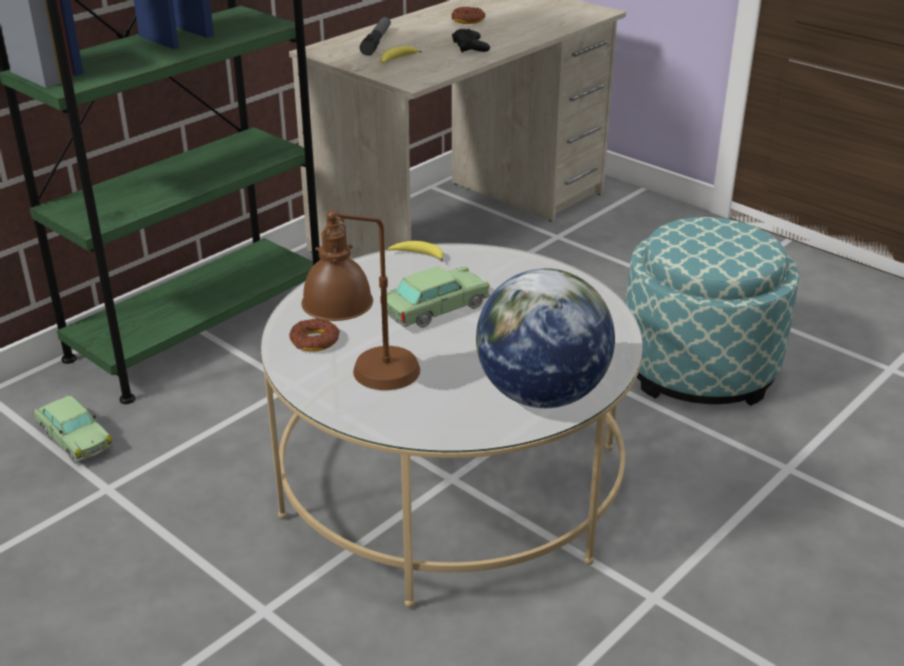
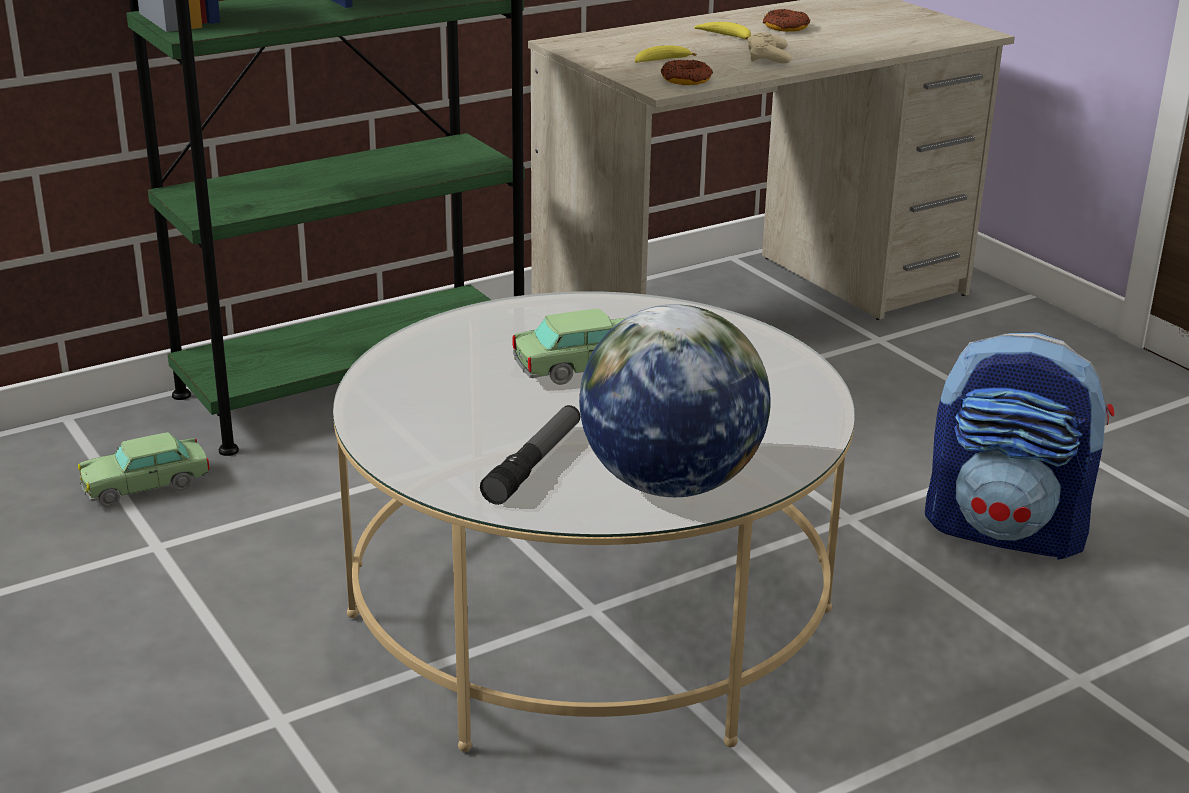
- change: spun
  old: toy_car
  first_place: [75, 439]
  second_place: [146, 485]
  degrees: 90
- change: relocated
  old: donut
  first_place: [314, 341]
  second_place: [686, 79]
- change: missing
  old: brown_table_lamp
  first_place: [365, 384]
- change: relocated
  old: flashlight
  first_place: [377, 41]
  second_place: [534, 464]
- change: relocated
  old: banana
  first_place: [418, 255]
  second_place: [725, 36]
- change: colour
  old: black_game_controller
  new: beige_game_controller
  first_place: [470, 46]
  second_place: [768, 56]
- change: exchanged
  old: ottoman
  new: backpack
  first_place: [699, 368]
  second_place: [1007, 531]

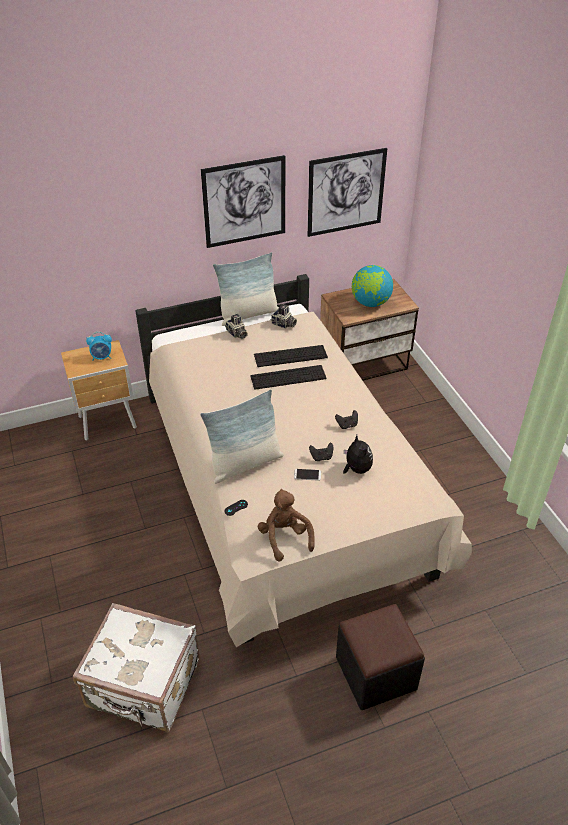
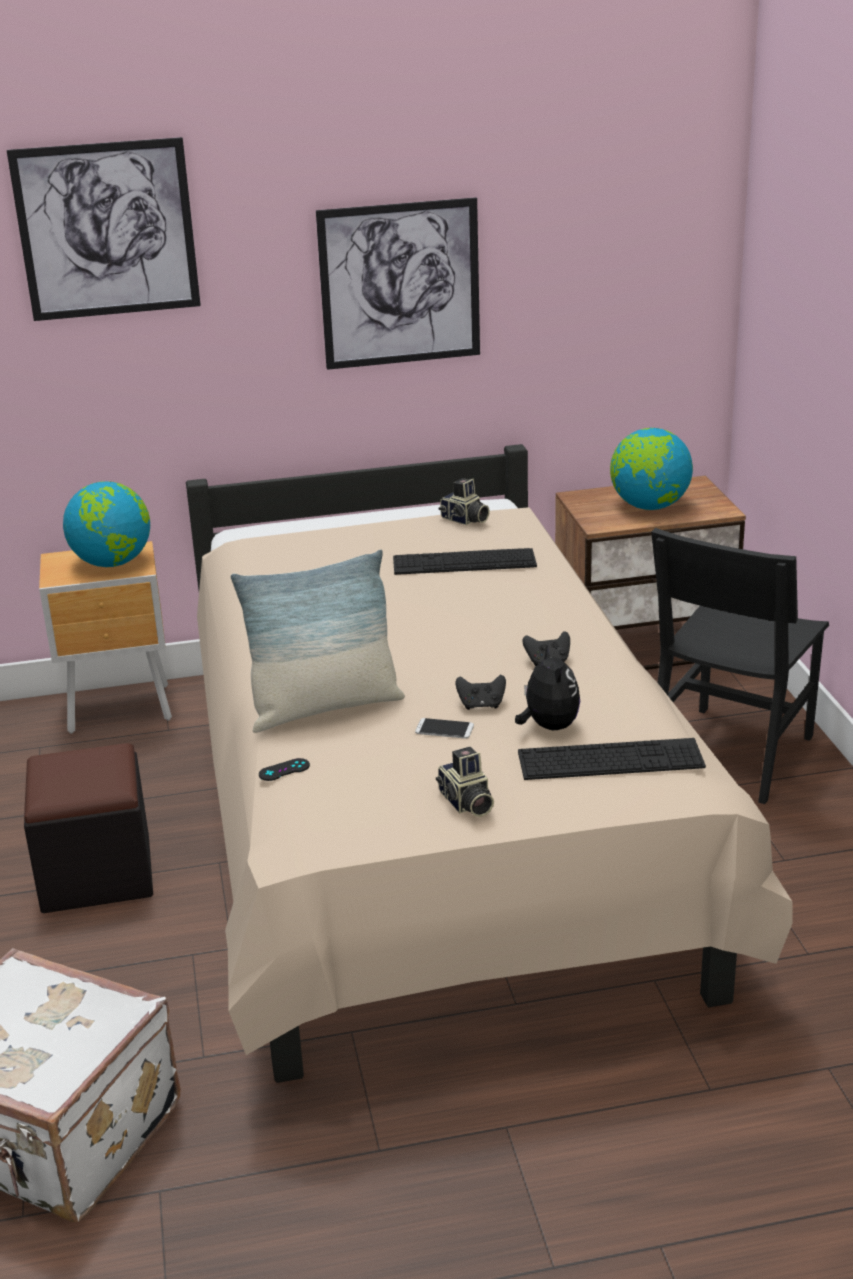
- change: exchanged
  old: alarm_clock
  new: globe
  first_place: [102, 357]
  second_place: [113, 563]
- change: missing
  old: pillow
  first_place: [248, 314]
- change: relocated
  old: photo_camera
  first_place: [236, 334]
  second_place: [466, 803]
- change: relocated
  old: keyboard
  first_place: [288, 377]
  second_place: [610, 760]
- change: missing
  old: brown_plush_toy
  first_place: [285, 537]
- change: relocated
  old: picture
  first_place: [346, 192]
  second_place: [106, 230]
- change: relocated
  old: black_ottoman
  first_place: [376, 673]
  second_place: [96, 873]
- change: appeared
  new: black_chair
  second_place: [731, 753]

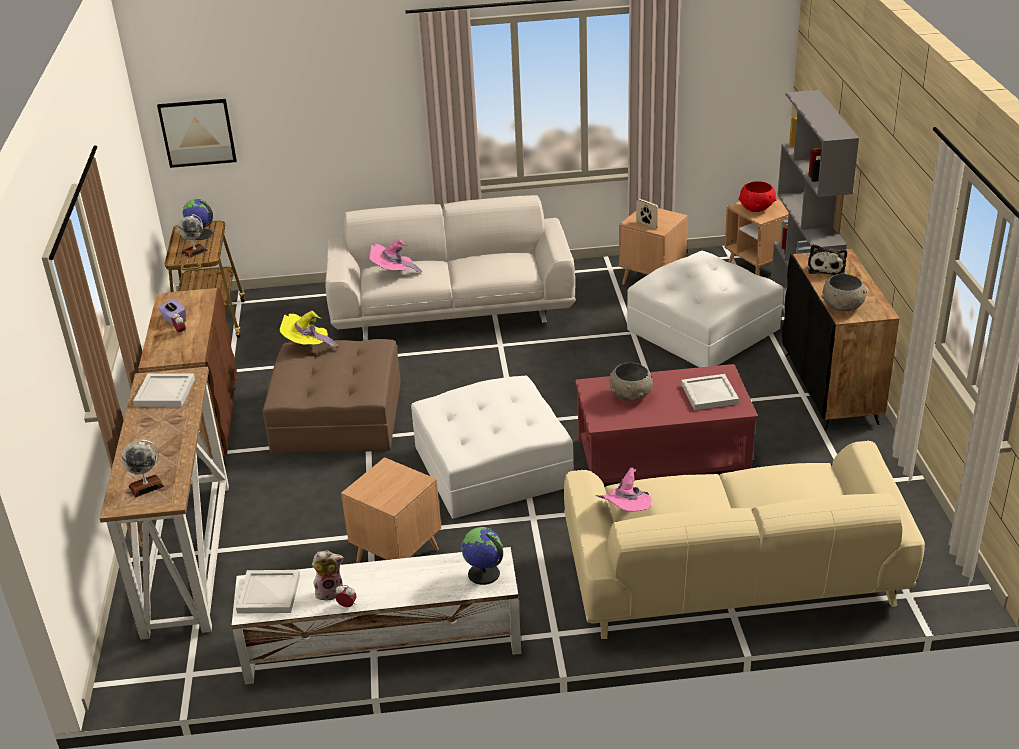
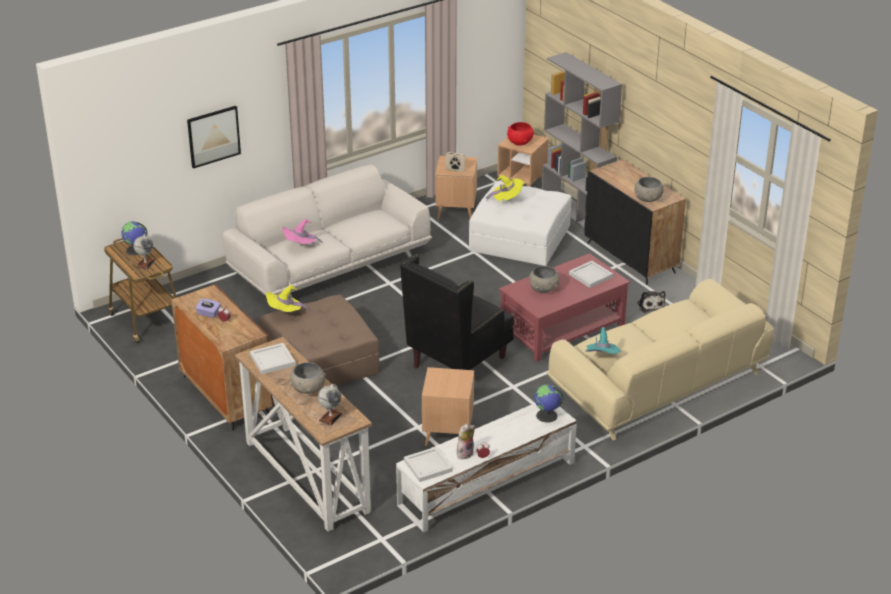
- change: relocated
  old: picture
  first_place: [197, 132]
  second_place: [213, 136]
- change: exchanged
  old: white_ottoman
  new: black_armchair
  first_place: [492, 465]
  second_place: [458, 363]
- change: colour
  old: pink_hat
  new: turquoise_hat
  first_place: [626, 514]
  second_place: [602, 359]
- change: relocated
  old: plush_toy
  first_place: [826, 268]
  second_place: [650, 305]
- change: appeared
  new: grey_bowl
  second_place: [308, 389]
- change: appeared
  new: yellow_hat
  second_place: [507, 199]

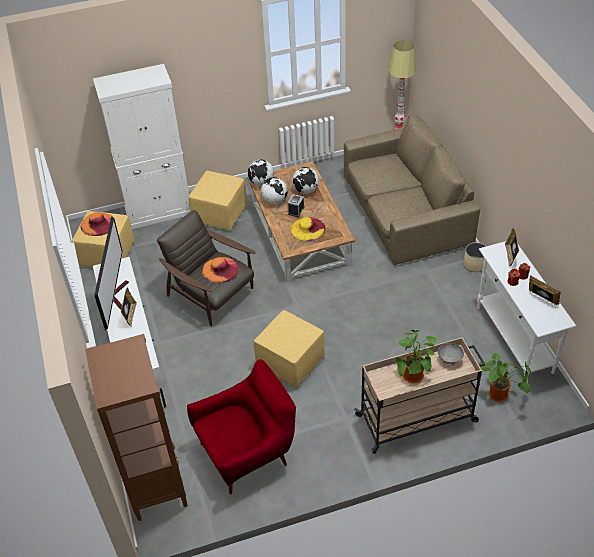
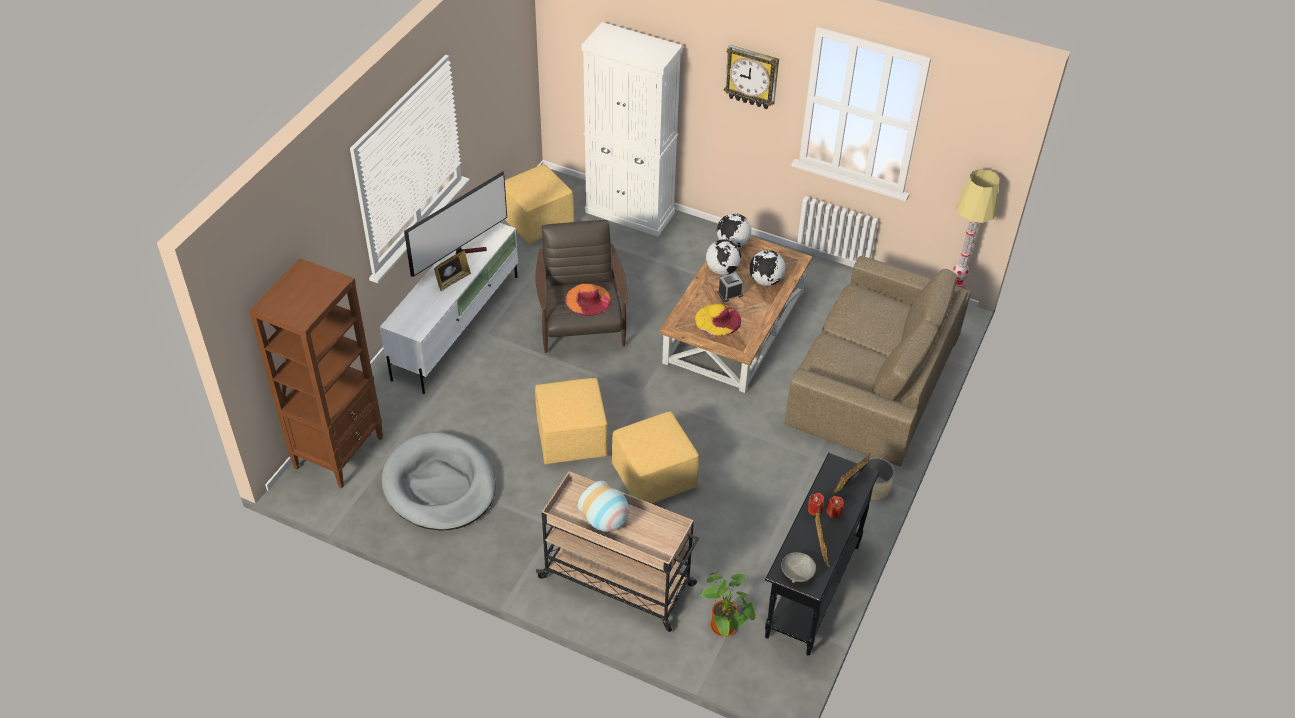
- change: missing
  old: orange_hat
  first_place: [98, 224]
- change: exchanged
  old: red_armchair
  new: grey_dog_bed
  first_place: [247, 452]
  second_place: [439, 485]
- change: relocated
  old: yellow_ottoman
  first_place: [220, 215]
  second_place: [654, 478]
- change: exchanged
  old: potted_plant
  new: vase
  first_place: [414, 378]
  second_place: [606, 521]
- change: relocated
  old: grey_bowl
  first_place: [450, 359]
  second_place: [798, 574]
- change: colour
  old: white_console_table
  new: black_console_table
  first_place: [514, 340]
  second_place: [812, 591]
- change: appeared
  new: wall_clock
  second_place: [752, 76]

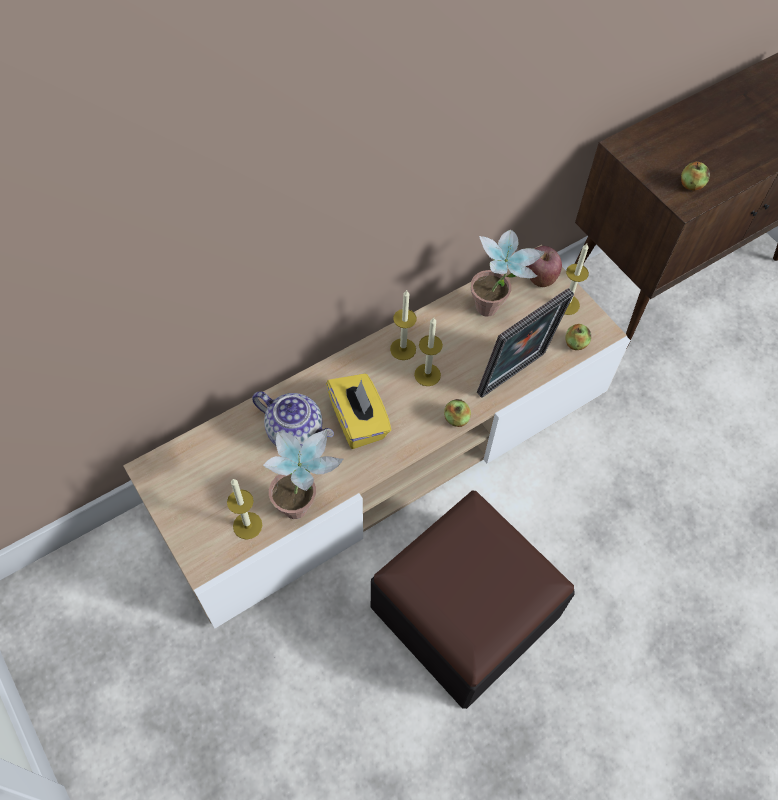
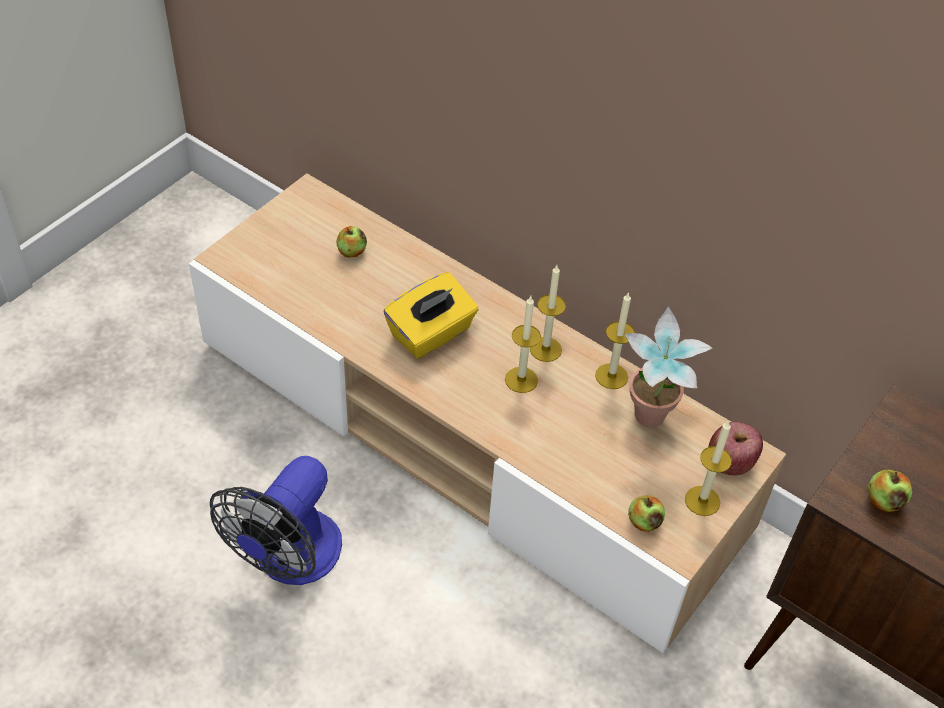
- change: relocated
  old: candle
  first_place: [247, 525]
  second_place: [611, 376]
- change: missing
  old: teapot
  first_place: [296, 432]
- change: missing
  old: potted_plant
  first_place: [305, 504]
- change: exchanged
  old: ottoman
  new: fan
  first_place: [464, 611]
  second_place: [290, 560]
- change: relocated
  old: apple
  first_place: [456, 419]
  second_place: [351, 251]
- change: missing
  old: picture_frame
  first_place: [514, 377]

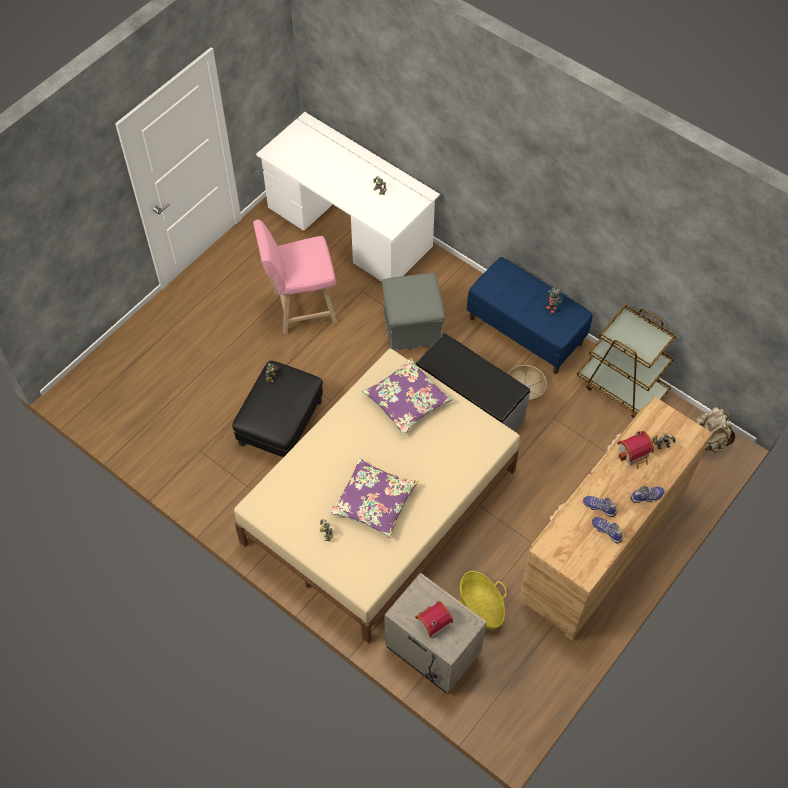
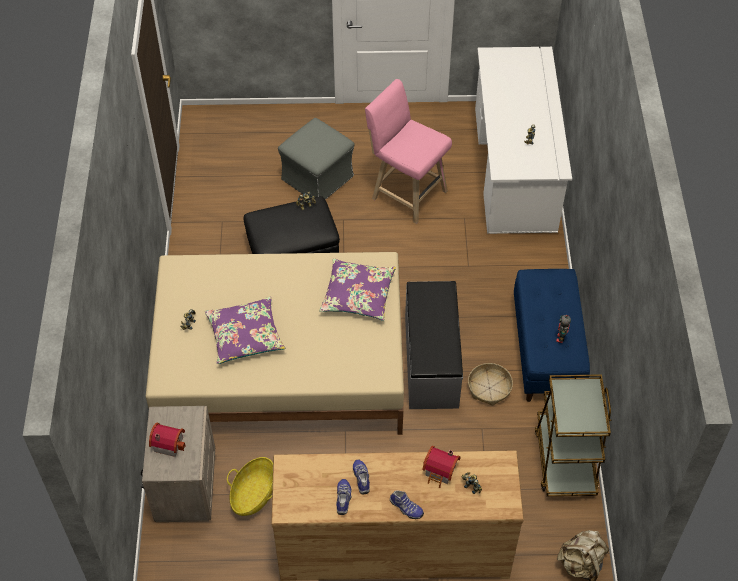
- change: relocated
  old: grey_ottoman
  first_place: [412, 326]
  second_place: [318, 177]

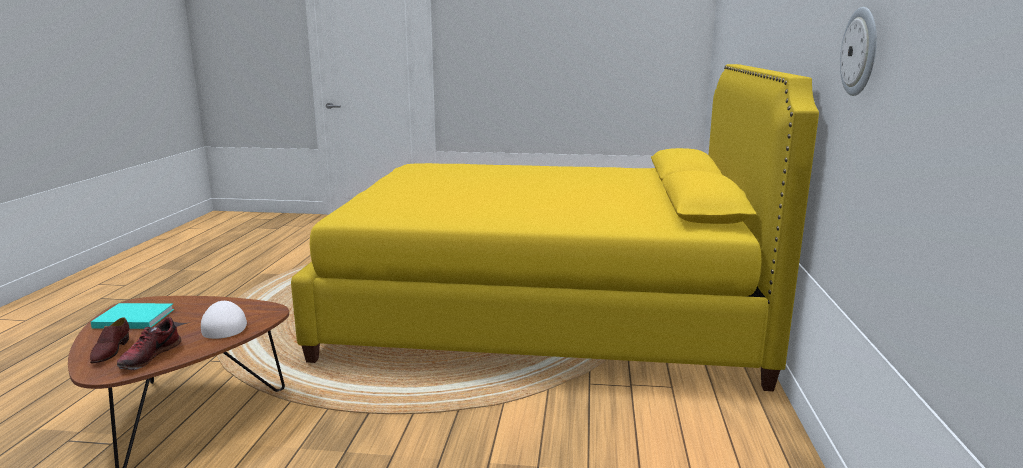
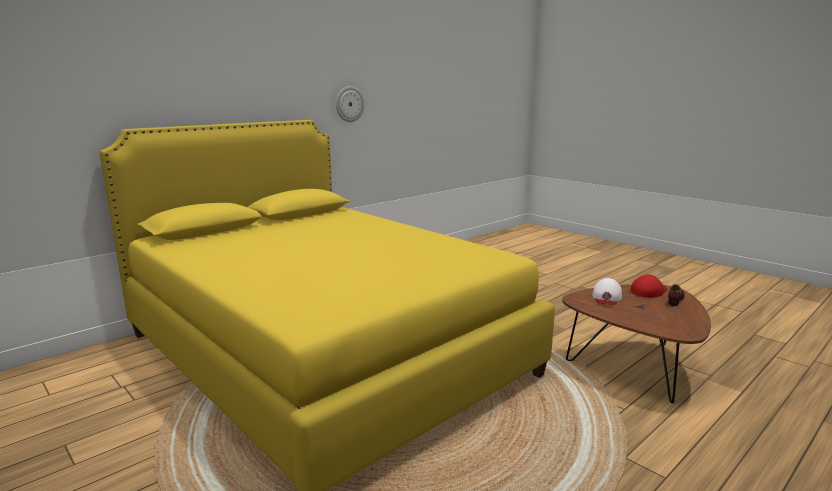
- change: missing
  old: turquoise_book
  first_place: [132, 318]
- change: exchanged
  old: shoe
  new: red_cap
  first_place: [149, 356]
  second_place: [649, 291]

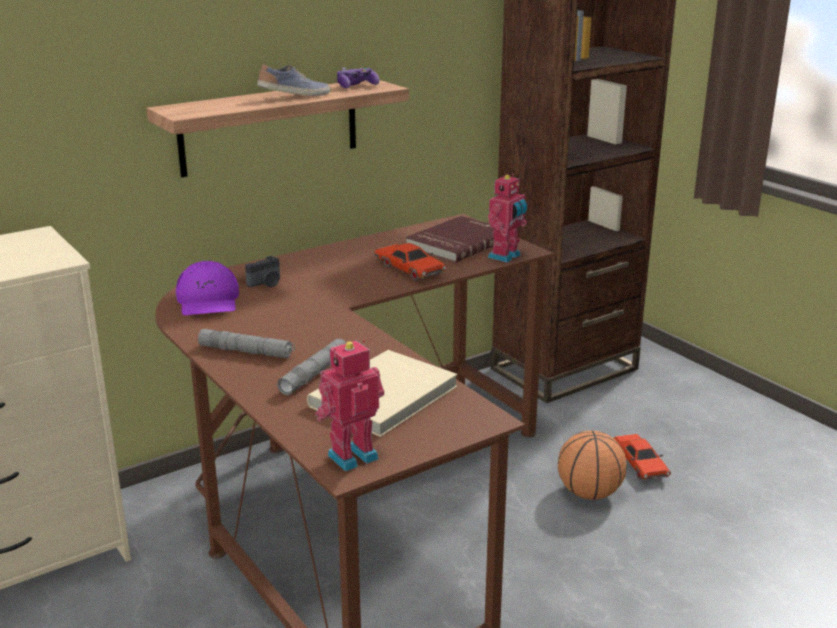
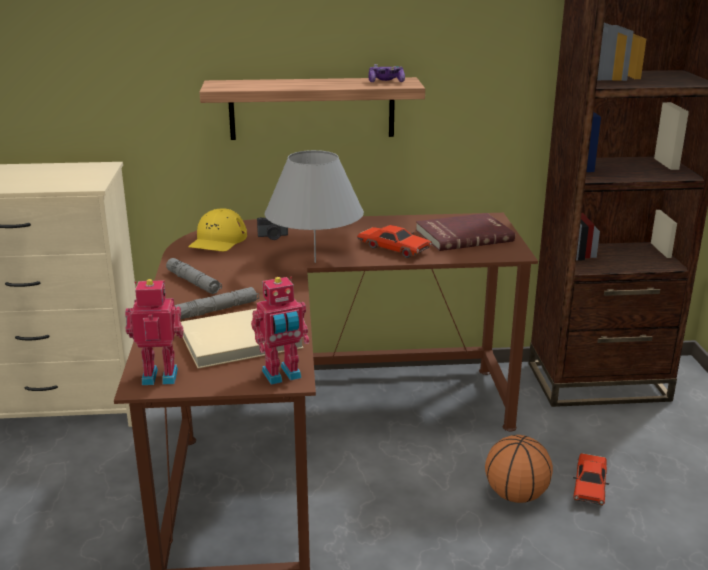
- change: colour
  old: purple_cap
  new: yellow_cap
  first_place: [208, 301]
  second_place: [218, 240]
- change: missing
  old: shoe
  first_place: [295, 96]
- change: spun
  old: red_toy_car
  first_place: [409, 269]
  second_place: [393, 248]
  degrees: -45
- change: relocated
  old: toy_robot
  first_place: [506, 257]
  second_place: [282, 376]
- change: appeared
  new: grey_table_lamp
  second_place: [315, 262]

